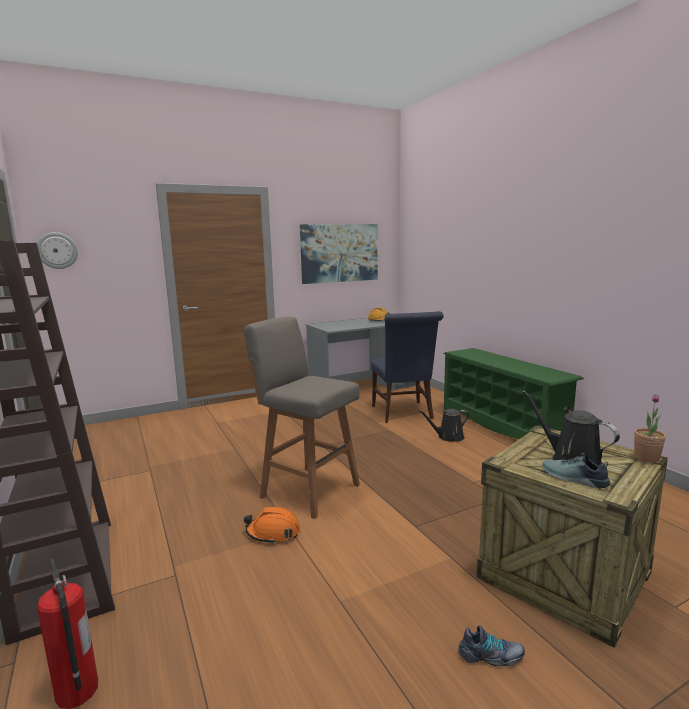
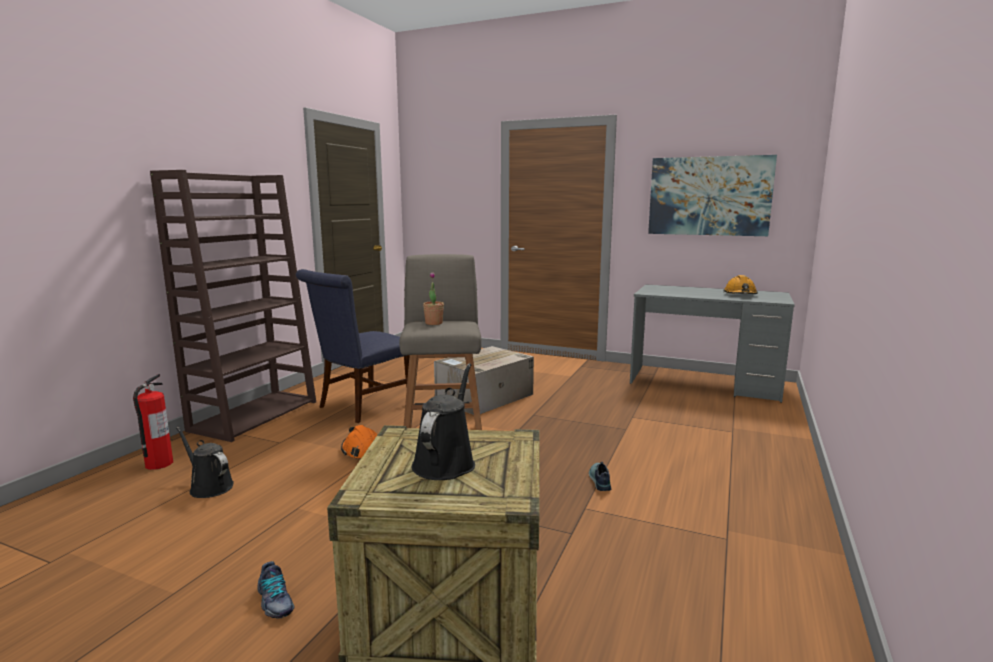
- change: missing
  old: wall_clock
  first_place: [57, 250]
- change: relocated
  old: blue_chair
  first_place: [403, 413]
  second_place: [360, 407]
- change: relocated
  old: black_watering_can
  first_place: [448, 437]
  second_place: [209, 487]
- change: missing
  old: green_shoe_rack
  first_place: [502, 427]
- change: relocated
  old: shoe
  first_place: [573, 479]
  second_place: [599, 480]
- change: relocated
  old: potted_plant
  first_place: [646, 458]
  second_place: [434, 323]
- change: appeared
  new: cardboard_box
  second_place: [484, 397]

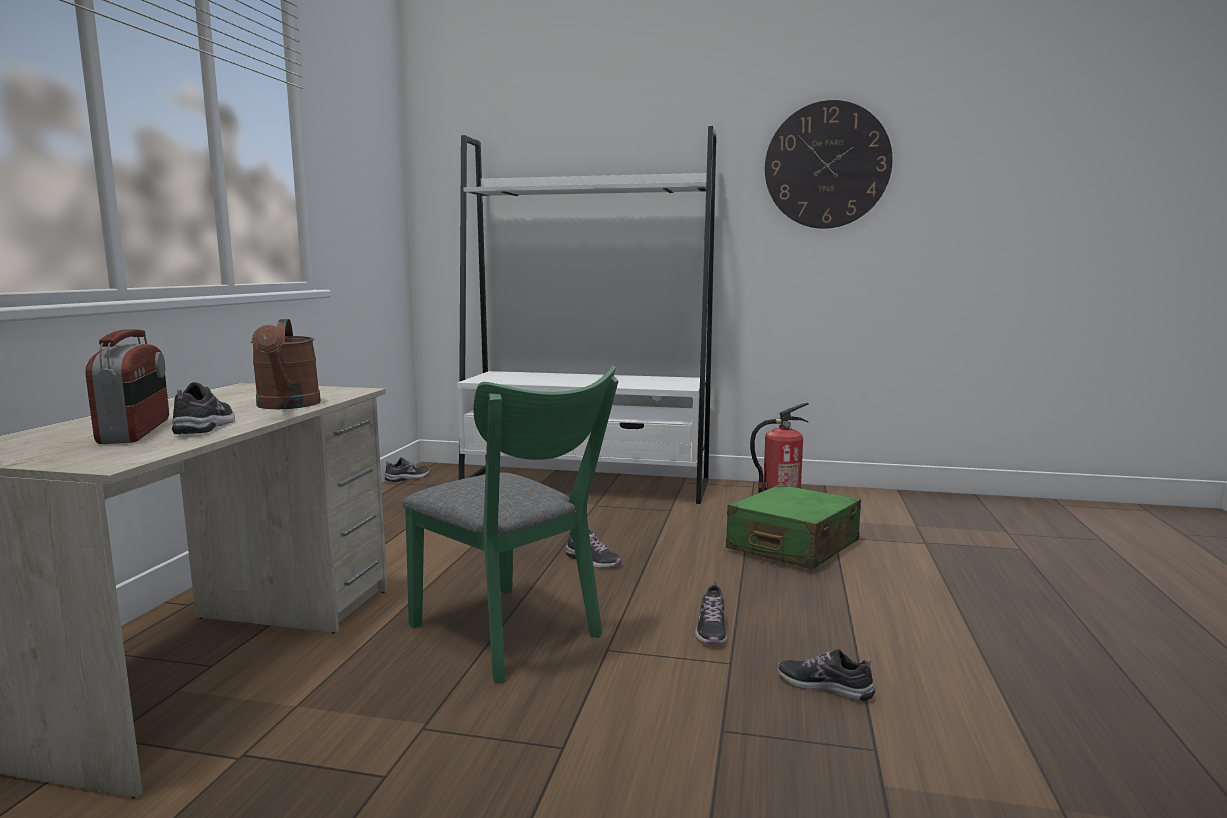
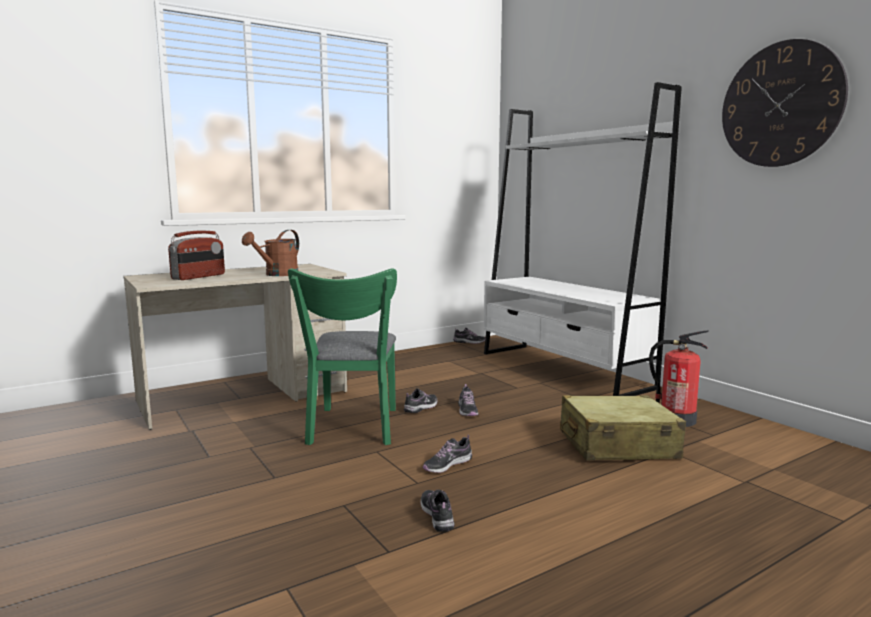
- change: relocated
  old: shoe
  first_place: [206, 426]
  second_place: [421, 407]
- change: colour
  old: green_suitcase
  new: beige_suitcase
  first_place: [792, 546]
  second_place: [617, 445]

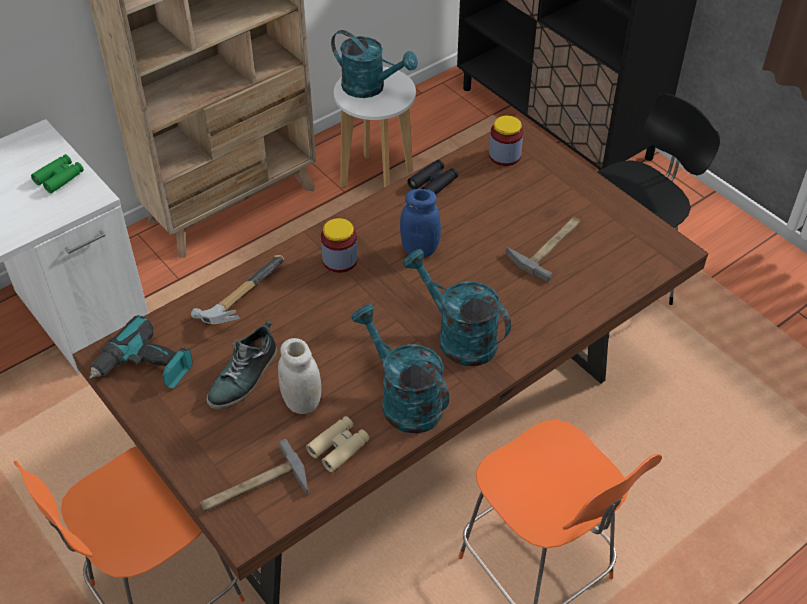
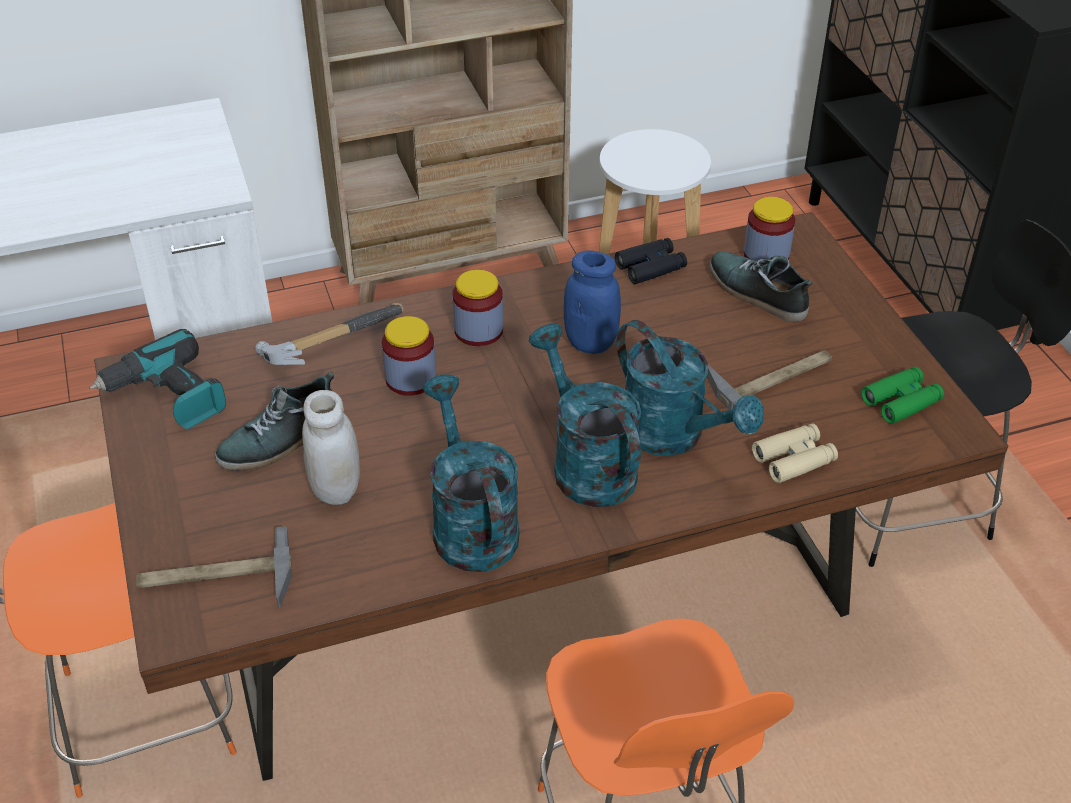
- change: relocated
  old: green_binoculars
  first_place: [59, 178]
  second_place: [901, 401]
- change: relocated
  old: beige_binoculars
  first_place: [338, 447]
  second_place: [794, 459]
- change: relocated
  old: turquoise_watering_can
  first_place: [370, 88]
  second_place: [674, 436]
- change: appeared
  new: jar
  second_place: [411, 379]
- change: appeared
  new: shoe
  second_place: [756, 293]

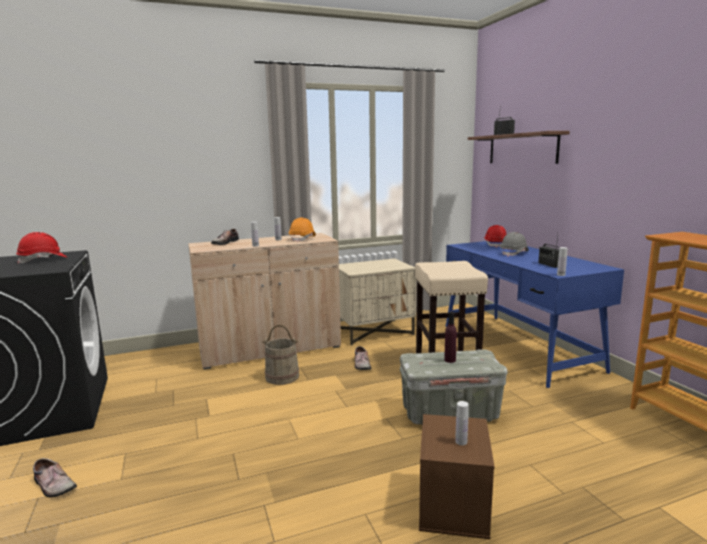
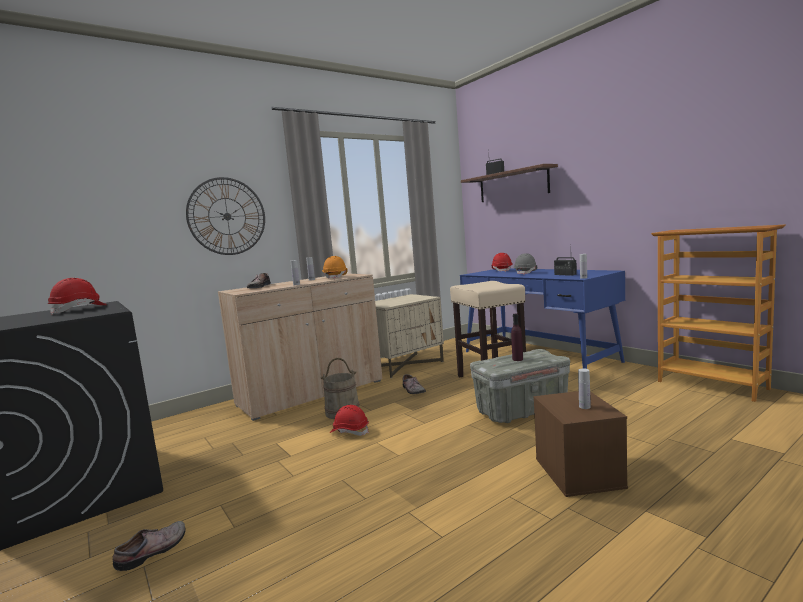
- change: spun
  old: shoe
  first_place: [53, 486]
  second_place: [154, 551]
  degrees: -75
- change: appeared
  new: wall_clock
  second_place: [227, 216]
- change: appeared
  new: red_hard_hat
  second_place: [349, 431]

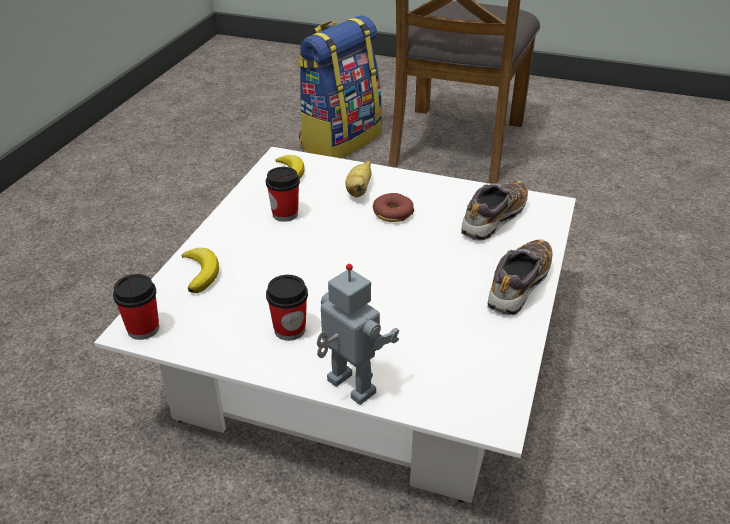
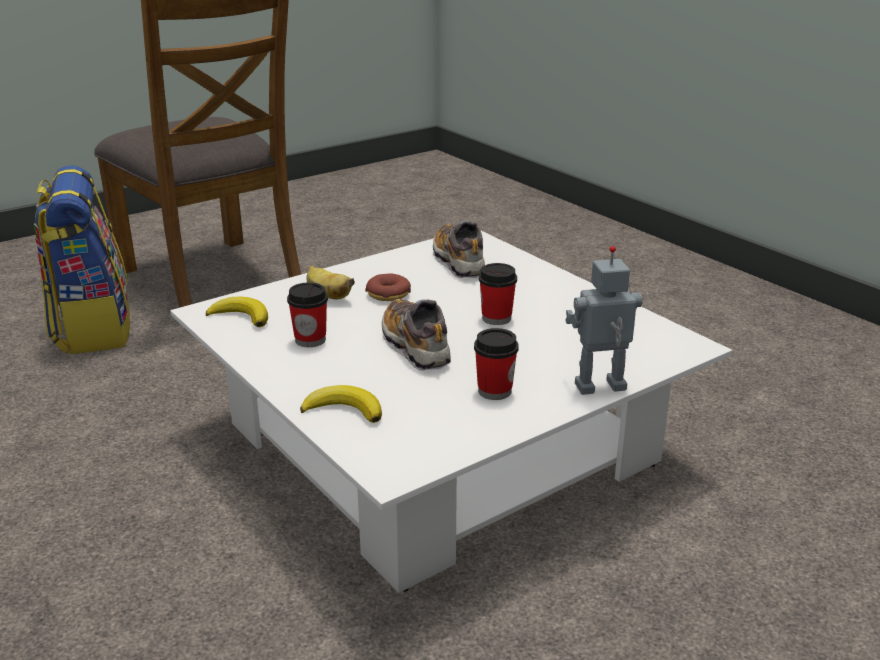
- change: relocated
  old: cup
  first_place: [143, 329]
  second_place: [496, 318]
- change: relocated
  old: shoe
  first_place: [518, 286]
  second_place: [415, 347]

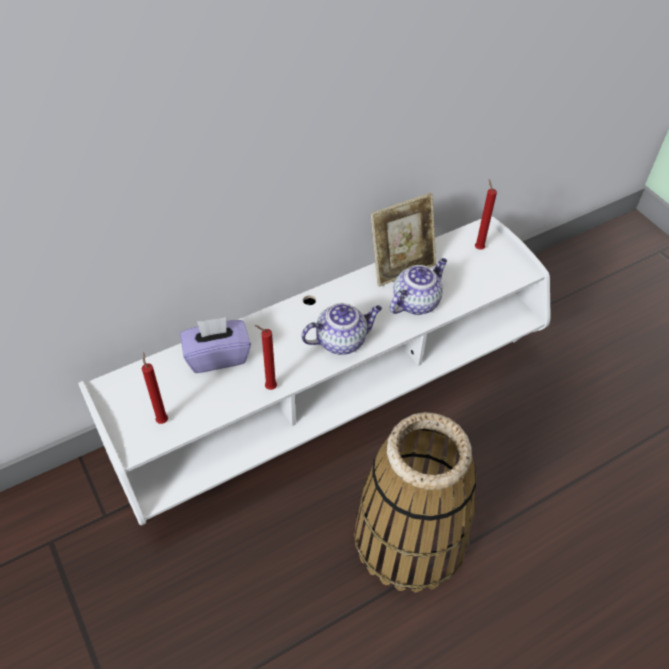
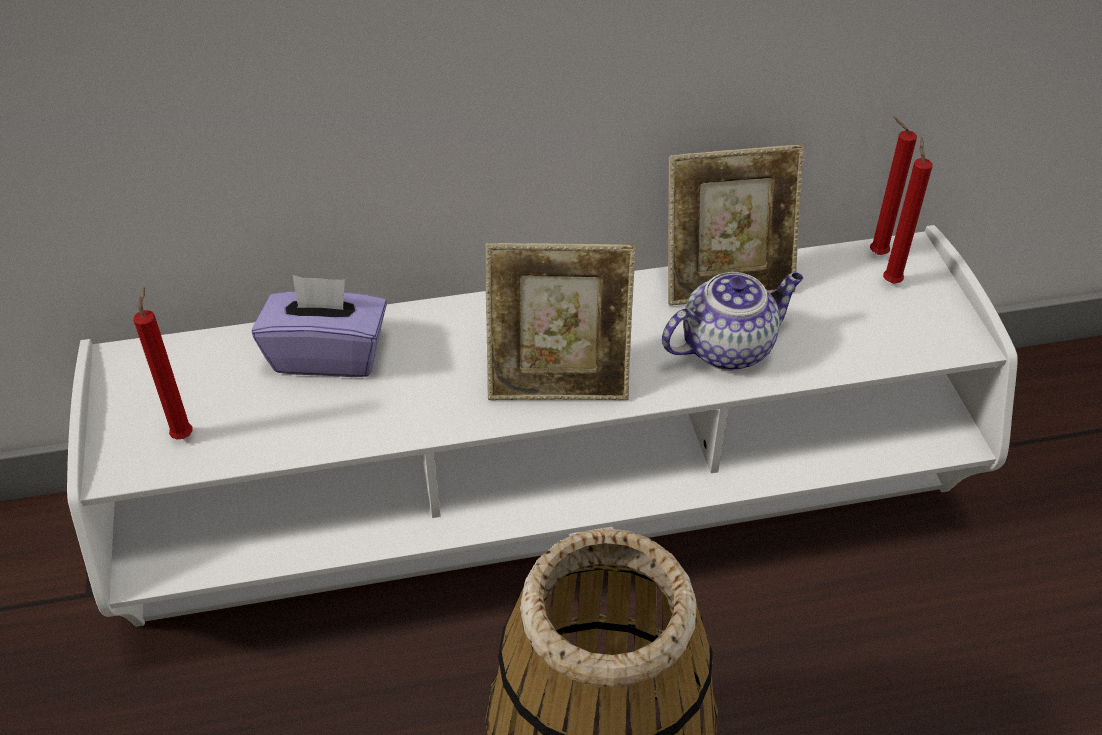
- change: relocated
  old: red_candle
  first_place: [269, 387]
  second_place: [874, 253]
- change: exchanged
  old: teapot
  new: picture_frame
  first_place: [342, 340]
  second_place: [559, 380]

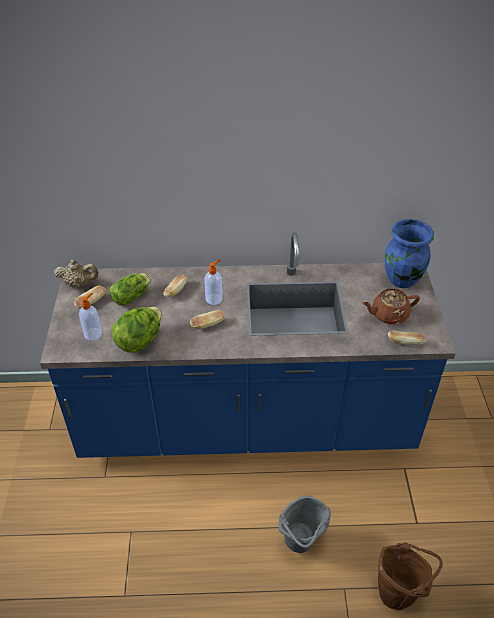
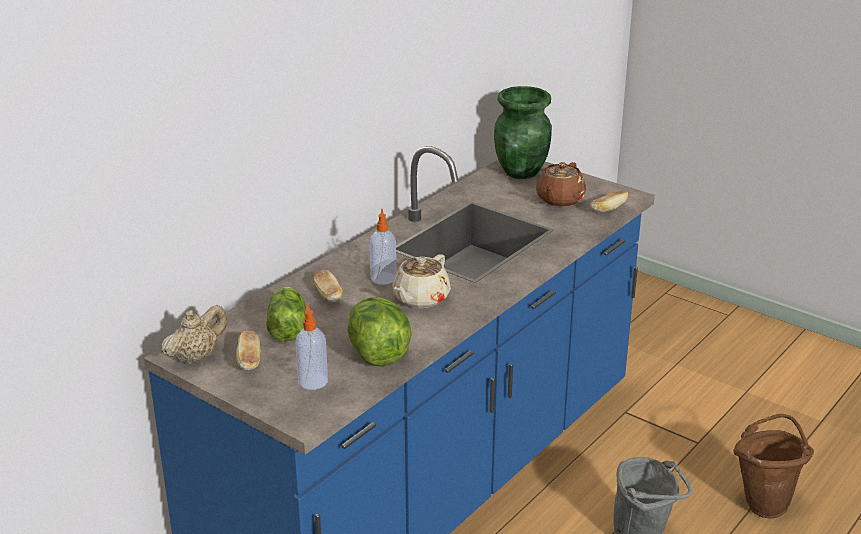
- change: exchanged
  old: bread
  new: beige_teapot
  first_place: [208, 324]
  second_place: [420, 299]
- change: colour
  old: blue_vase
  new: green_vase
  first_place: [402, 280]
  second_place: [522, 172]

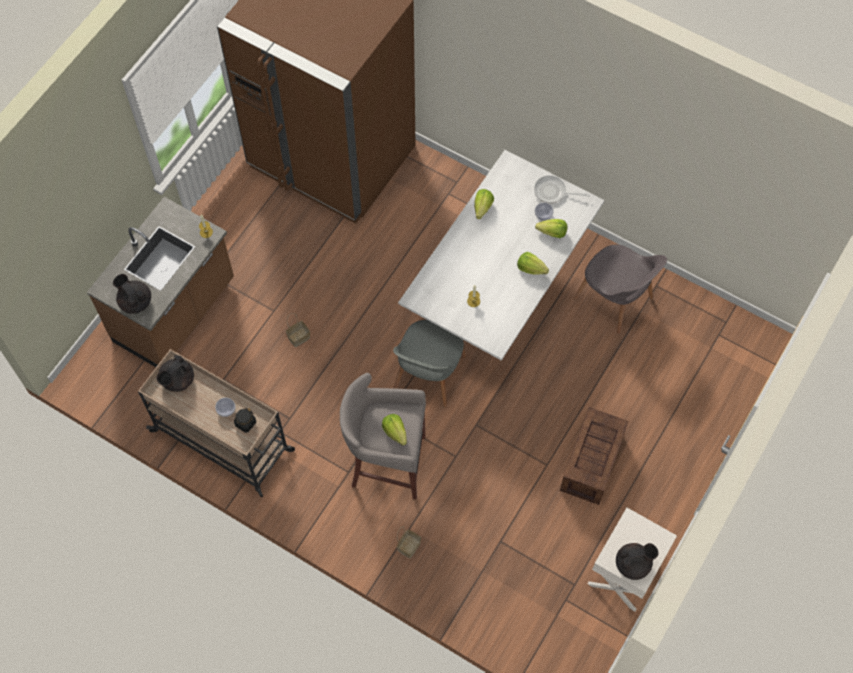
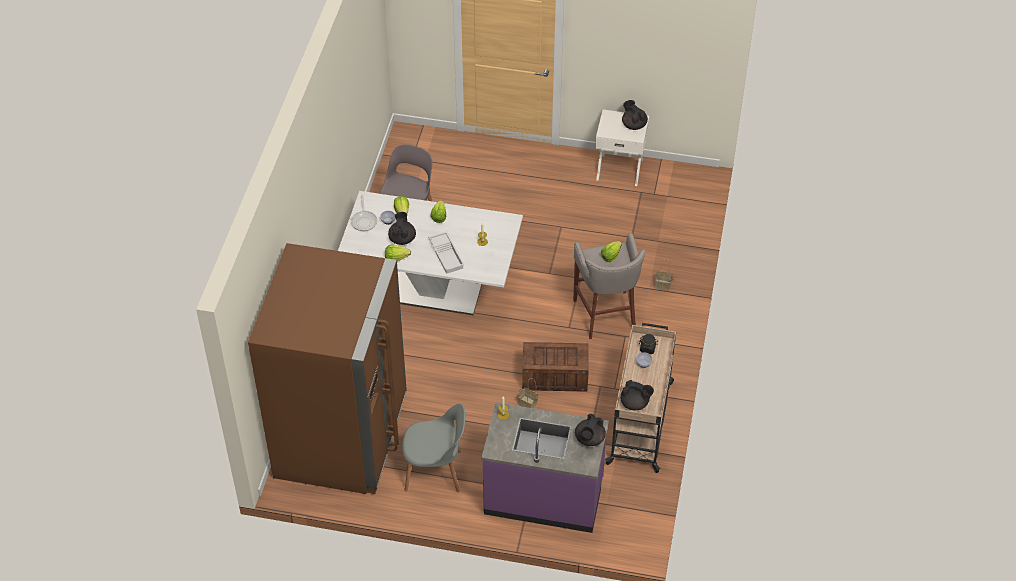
- change: colour
  old: brown_counter
  new: purple_counter
  first_place: [176, 312]
  second_place: [543, 496]
- change: relocated
  old: grey_chair
  first_place: [428, 375]
  second_place: [435, 471]
- change: relocated
  old: crate
  first_place: [591, 464]
  second_place: [556, 377]
- change: appeared
  new: black_teapot
  second_place: [402, 238]
- change: appeared
  new: white_tray
  second_place: [447, 255]

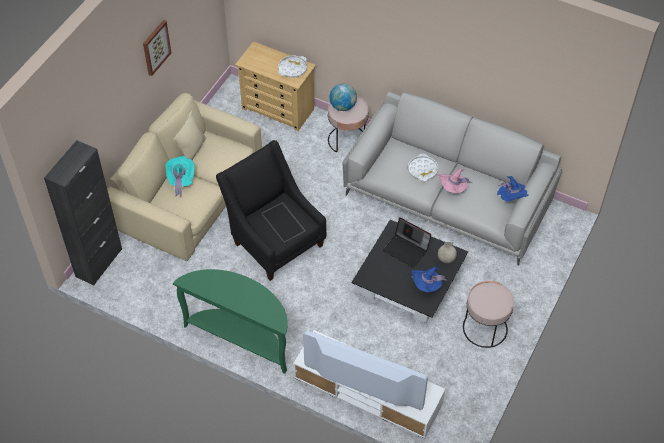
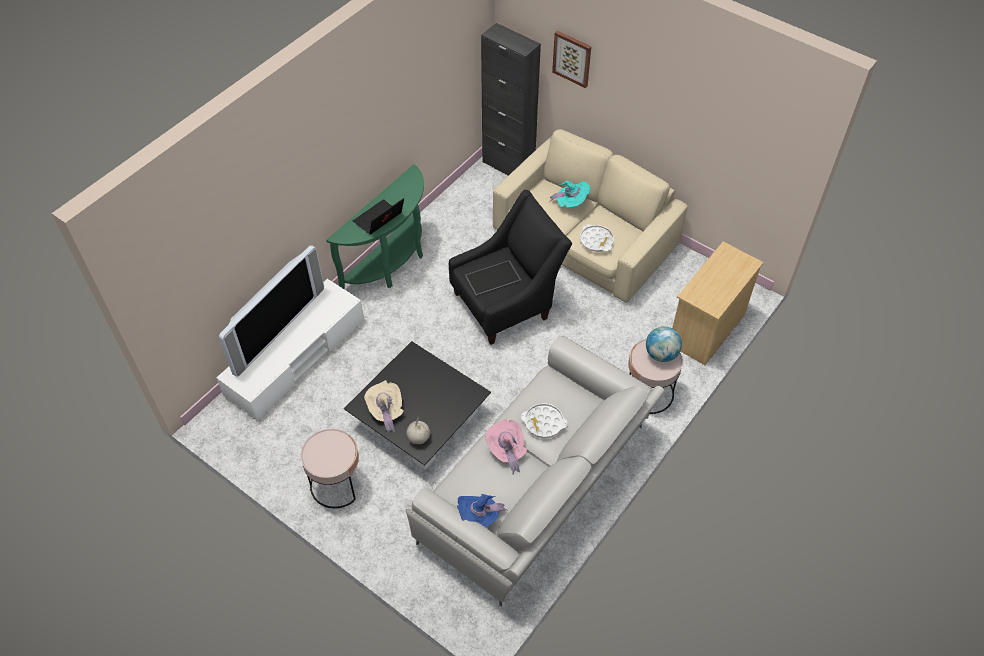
- change: relocated
  old: picture
  first_place: [155, 47]
  second_place: [572, 58]
- change: missing
  old: beige_pillow
  first_place: [192, 150]
- change: relocated
  old: white_tray
  first_place: [292, 68]
  second_place: [596, 240]
- change: relocated
  old: laptop
  first_place: [406, 249]
  second_place: [379, 220]
- change: colour
  old: blue_hat
  new: beige_hat
  first_place: [427, 286]
  second_place: [386, 411]

